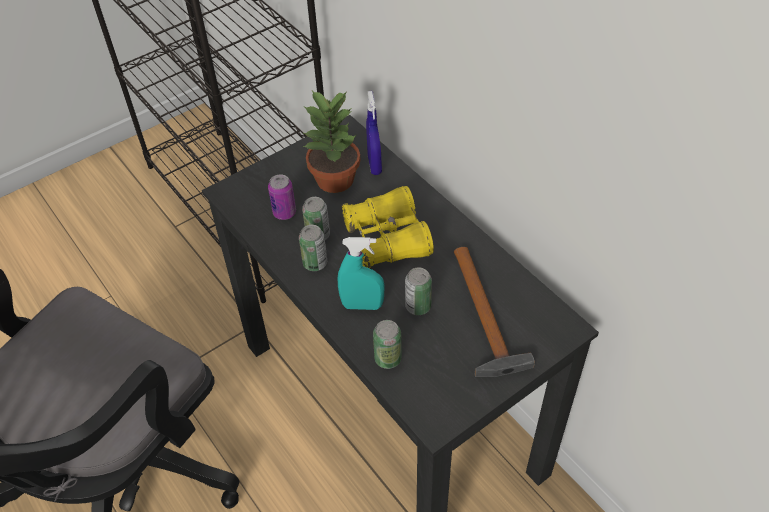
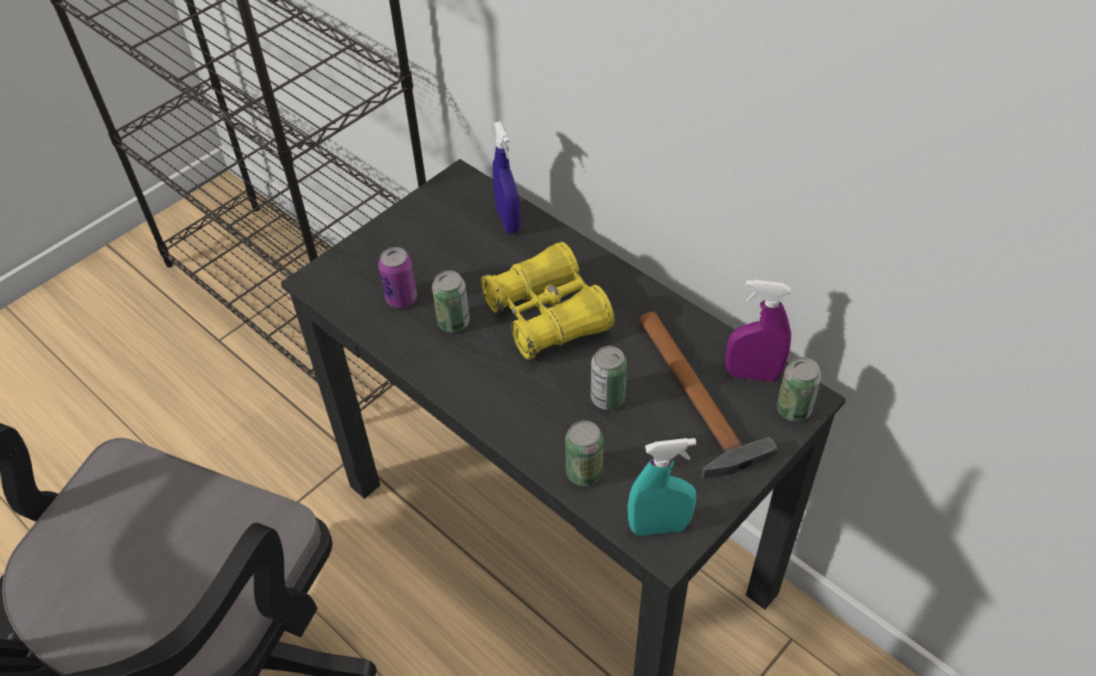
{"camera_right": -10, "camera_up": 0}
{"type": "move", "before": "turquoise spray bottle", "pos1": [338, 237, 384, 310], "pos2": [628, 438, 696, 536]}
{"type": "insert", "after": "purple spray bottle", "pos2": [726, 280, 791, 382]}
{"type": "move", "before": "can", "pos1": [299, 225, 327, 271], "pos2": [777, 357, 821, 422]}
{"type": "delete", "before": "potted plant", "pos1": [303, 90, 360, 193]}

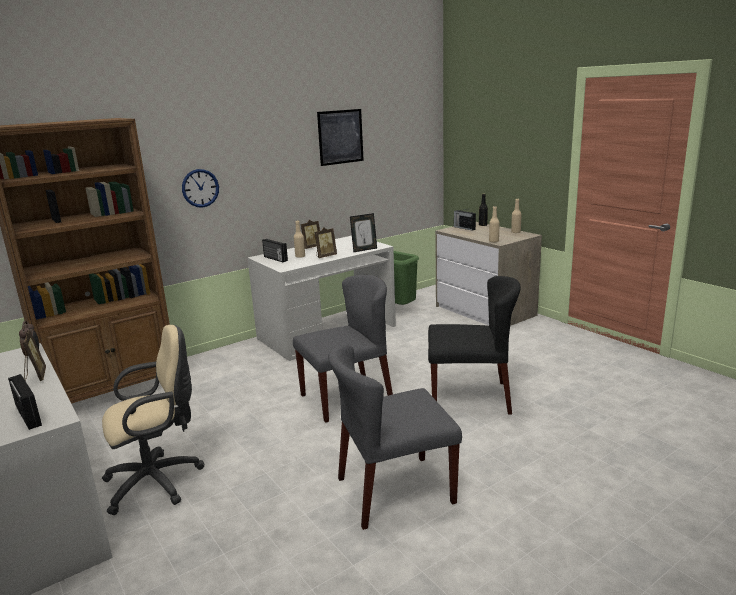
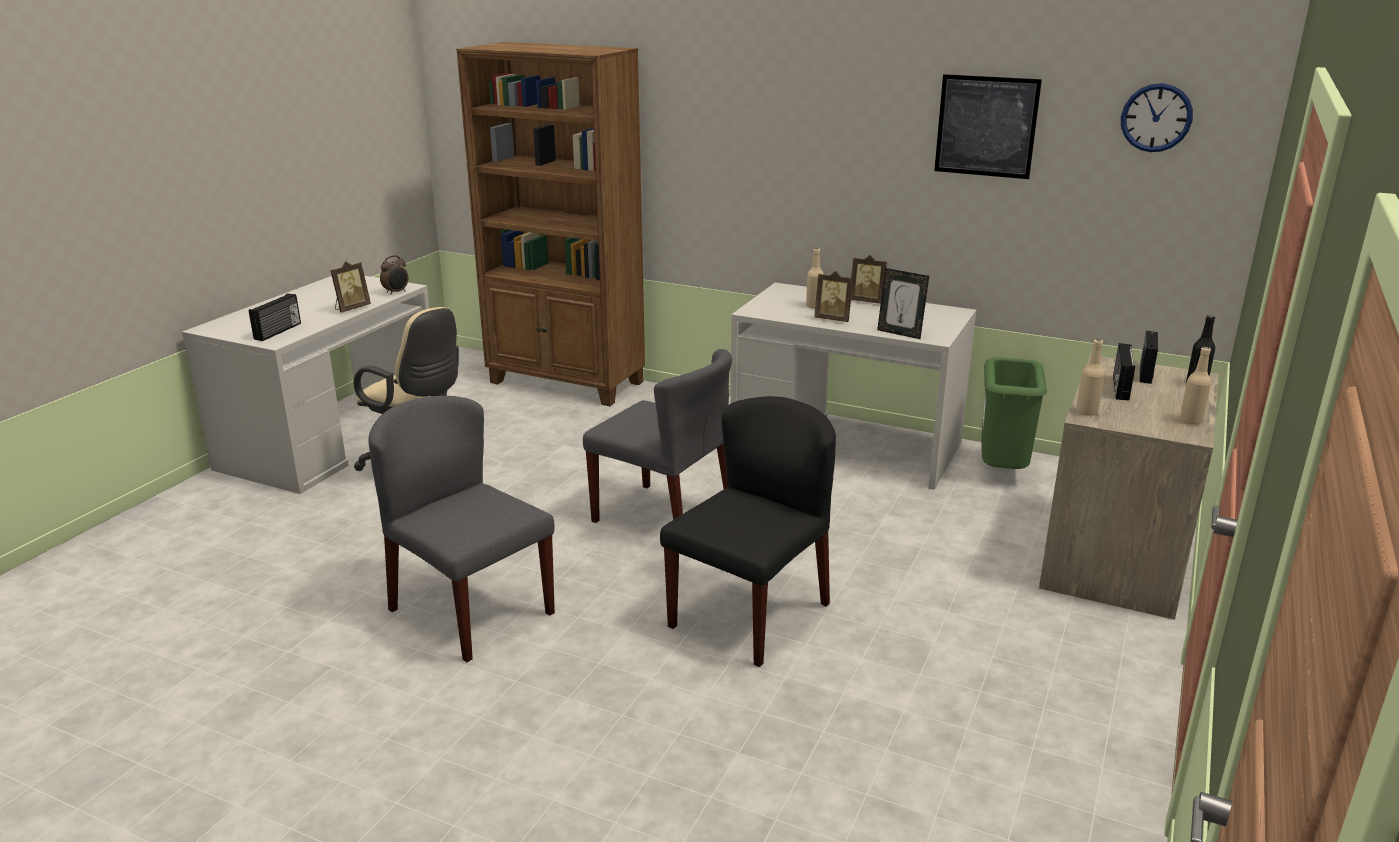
{"camera_right": 60, "camera_up": 5}
{"type": "rotate", "before": "black chair", "pos1": [428, 276, 521, 414], "pos2": [660, 396, 836, 667], "turn": -120}
{"type": "move", "before": "radio", "pos1": [262, 239, 288, 262], "pos2": [1113, 343, 1135, 401]}
{"type": "move", "before": "wall clock", "pos1": [182, 169, 219, 207], "pos2": [1121, 83, 1193, 152]}

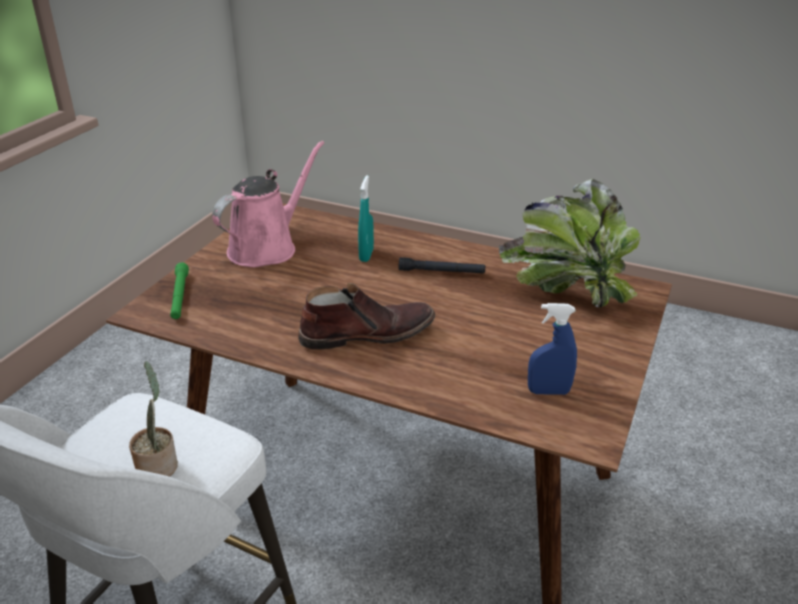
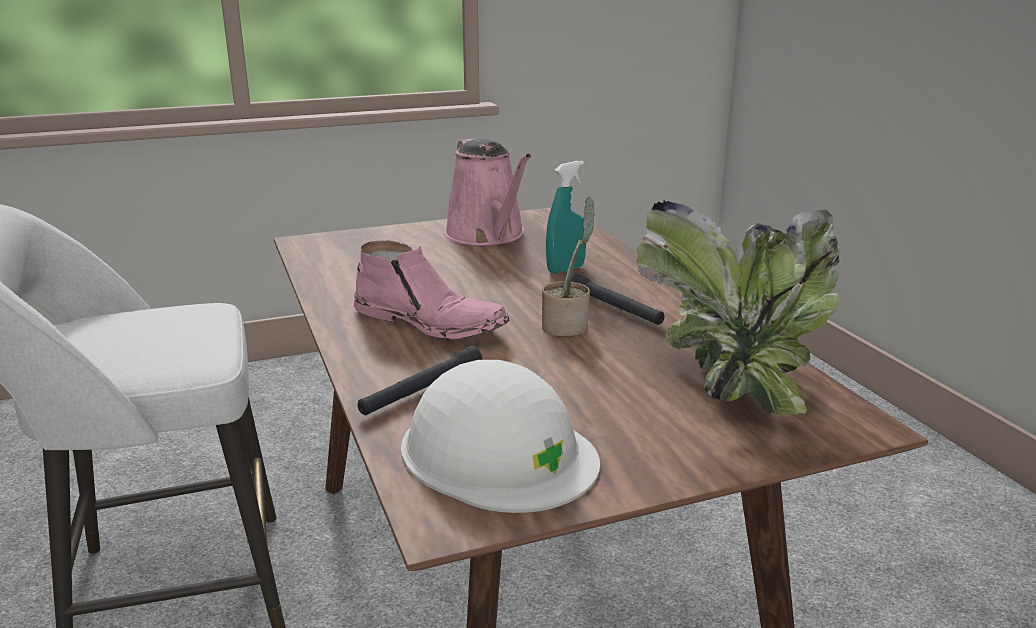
{"camera_right": 45, "camera_up": -10}
{"type": "recolor", "before": "brown boot", "after": "pink boot", "pos1": [298, 283, 435, 350], "pos2": [354, 241, 509, 339]}
{"type": "insert", "after": "black flashlight", "pos2": [358, 346, 482, 415]}
{"type": "replace", "before": "blue spray bottle", "after": "white hard hat", "pos1": [528, 303, 577, 395], "pos2": [401, 360, 600, 513]}
{"type": "rotate", "before": "pink watering can", "pos1": [212, 141, 324, 267], "pos2": [444, 138, 532, 245], "turn": 75}
{"type": "move", "before": "potted plant", "pos1": [129, 361, 178, 477], "pos2": [542, 196, 595, 337]}
{"type": "delete", "before": "green flashlight", "pos1": [170, 262, 189, 319]}

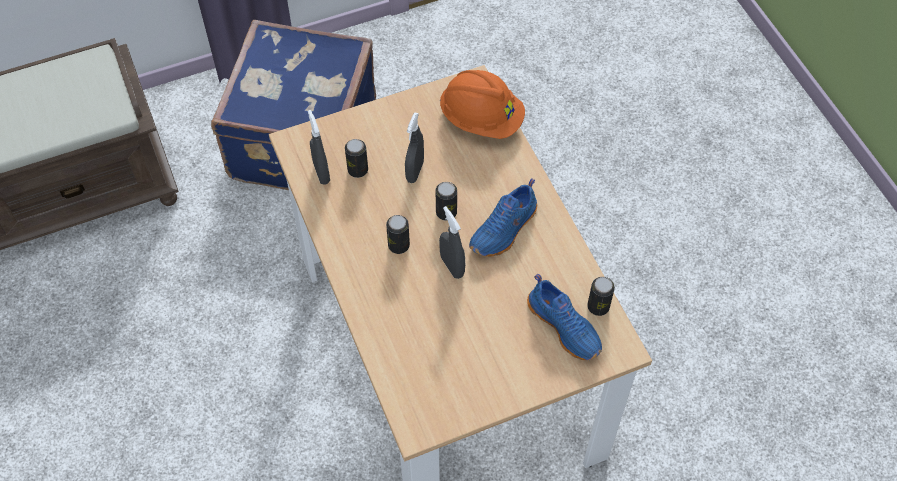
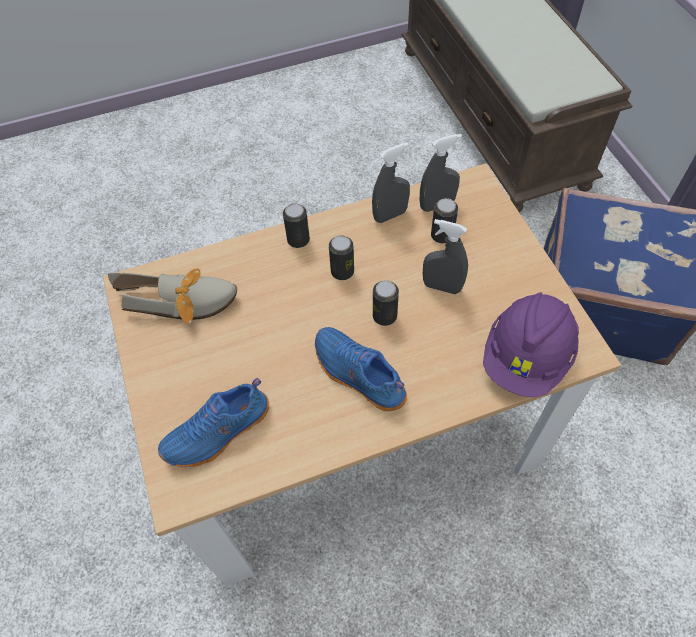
{"camera_right": 95, "camera_up": 0}
{"type": "insert", "after": "shoe", "pos2": [108, 268, 237, 325]}
{"type": "move", "before": "can", "pos1": [587, 277, 615, 316], "pos2": [283, 203, 310, 248]}
{"type": "move", "before": "grey spray bottle", "pos1": [439, 206, 465, 279], "pos2": [372, 142, 410, 223]}
{"type": "recolor", "before": "orange hard hat", "after": "purple hard hat", "pos1": [440, 70, 525, 139], "pos2": [483, 292, 579, 397]}

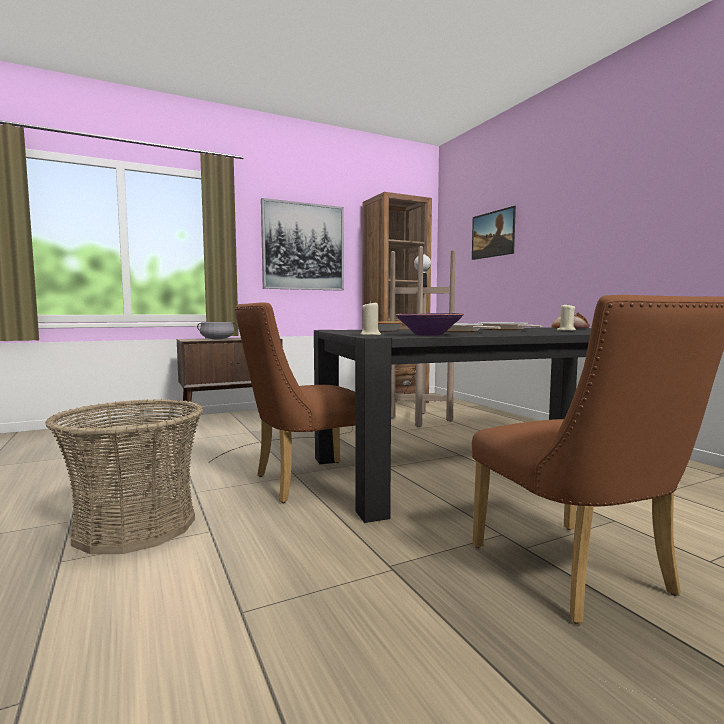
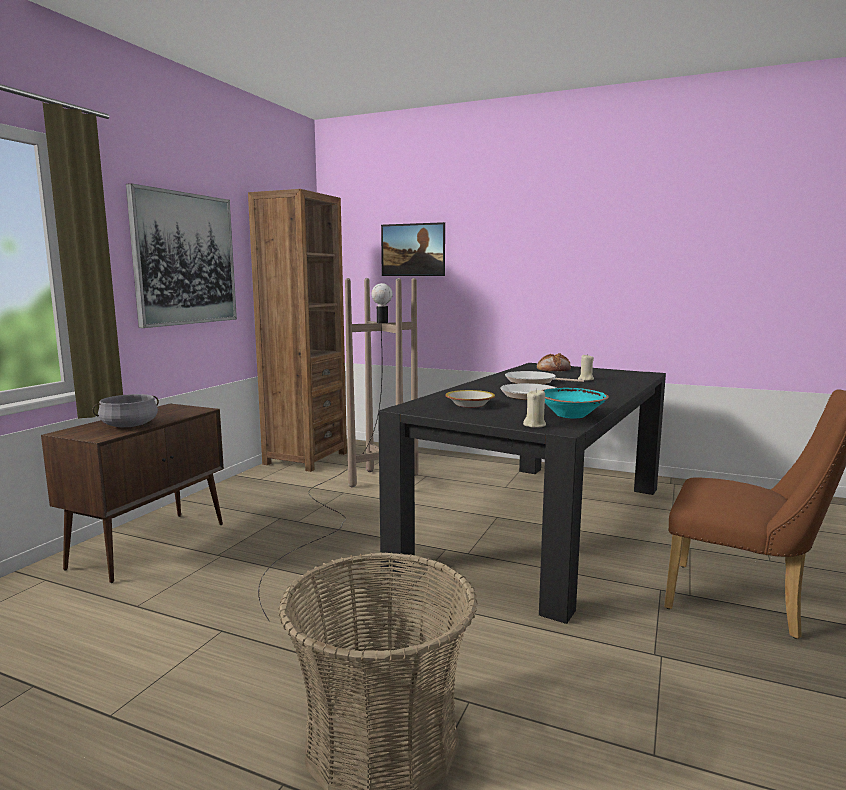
{"camera_right": -40, "camera_up": 5}
{"type": "recolor", "before": "purple bowl", "after": "turquoise bowl", "pos1": [395, 313, 464, 336], "pos2": [542, 388, 609, 419]}
{"type": "delete", "before": "brown chair", "pos1": [235, 303, 355, 503]}

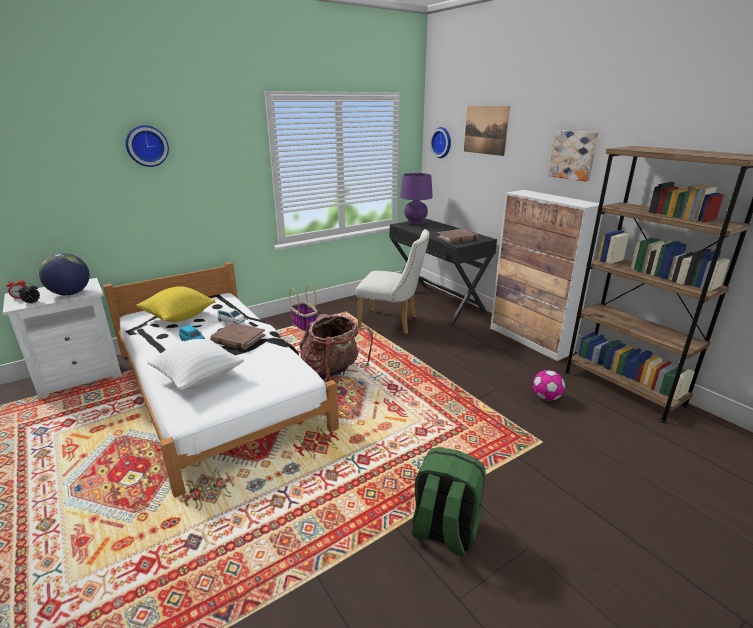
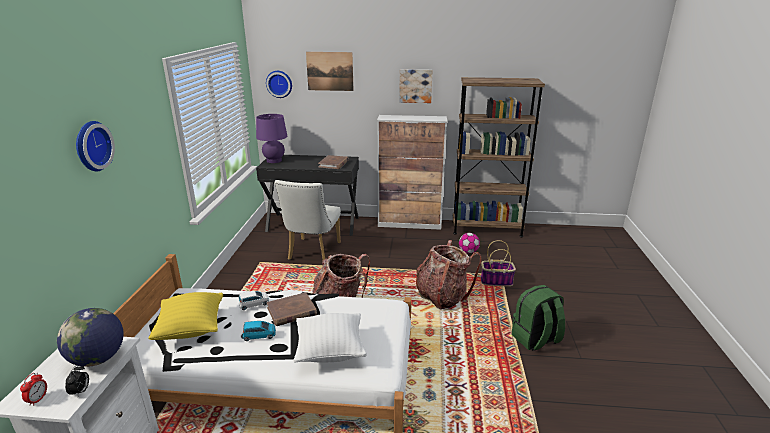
{"camera_right": -50, "camera_up": 0}
{"type": "rotate", "before": "white chair", "pos1": [356, 229, 430, 334], "pos2": [275, 180, 341, 260], "turn": 135}
{"type": "insert", "after": "backpack", "pos2": [416, 240, 481, 310]}
{"type": "move", "before": "basket", "pos1": [289, 284, 318, 332], "pos2": [481, 240, 516, 286]}

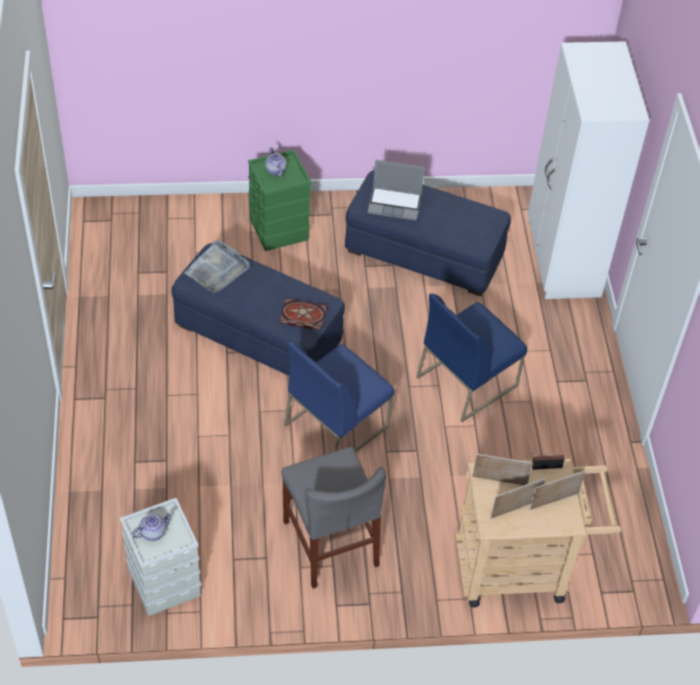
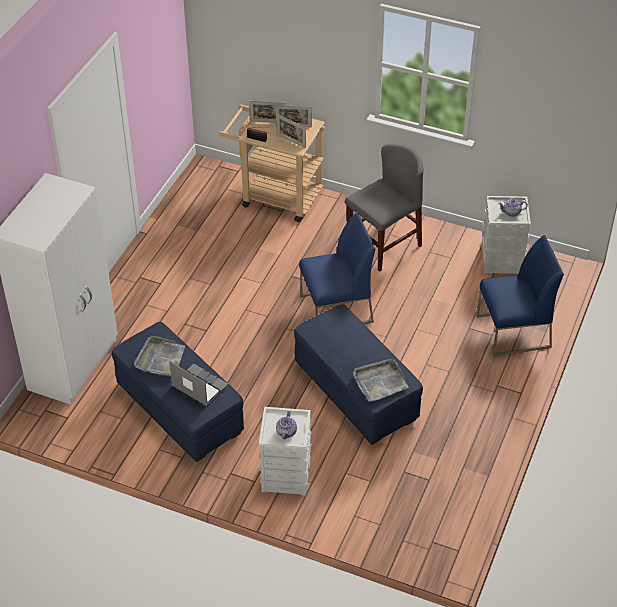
{"camera_right": -150, "camera_up": -5}
{"type": "insert", "after": "grey tray", "pos2": [134, 336, 185, 376]}
{"type": "recolor", "before": "green storage box", "after": "white storage box", "pos1": [248, 150, 311, 251], "pos2": [259, 407, 312, 496]}
{"type": "rotate", "before": "grey chair", "pos1": [281, 447, 386, 589], "pos2": [345, 143, 423, 272], "turn": 45}
{"type": "move", "before": "blue chair", "pos1": [416, 293, 527, 422], "pos2": [477, 235, 564, 357]}
{"type": "delete", "before": "book", "pos1": [279, 298, 328, 330]}

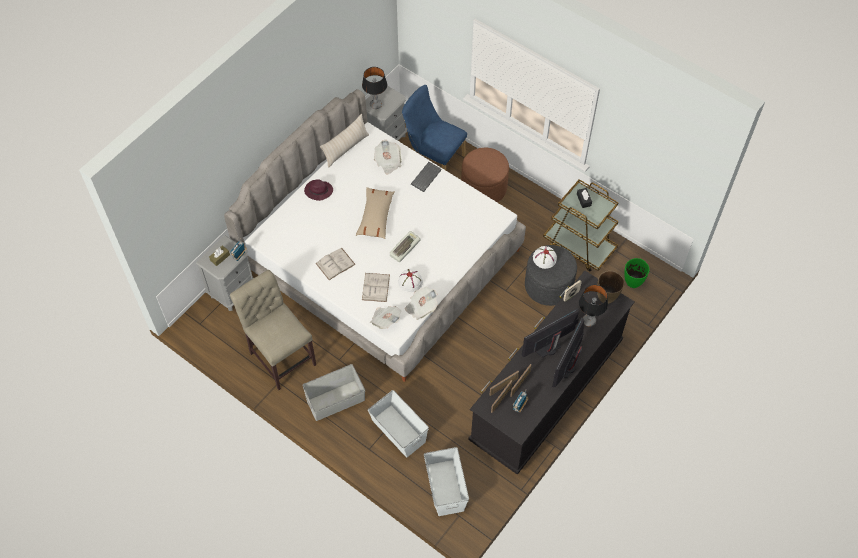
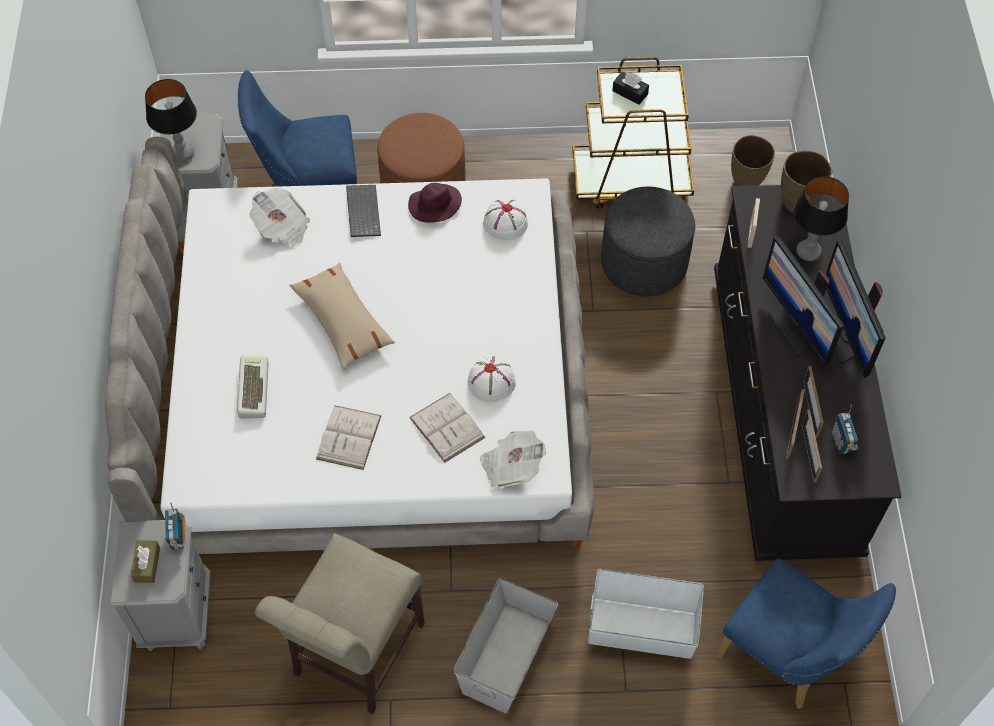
{"camera_right": -40, "camera_up": 0}
{"type": "move", "before": "keyboard", "pos1": [390, 231, 420, 262], "pos2": [237, 355, 269, 419]}
{"type": "rotate", "before": "beige chair", "pos1": [230, 270, 316, 390], "pos2": [255, 533, 425, 714], "turn": -75}
{"type": "move", "before": "purple hat", "pos1": [304, 179, 333, 201], "pos2": [408, 183, 462, 223]}
{"type": "move", "before": "white hat", "pos1": [533, 246, 557, 269], "pos2": [483, 199, 528, 240]}
{"type": "replace", "before": "white storage box", "after": "blue chair", "pos1": [424, 447, 469, 516], "pos2": [716, 559, 896, 709]}
{"type": "recolor", "before": "green vase", "after": "brown vase", "pos1": [624, 258, 649, 288], "pos2": [731, 135, 775, 186]}
{"type": "rotate", "before": "monitor", "pos1": [522, 308, 579, 357], "pos2": [763, 236, 844, 367], "turn": -45}
{"type": "delete", "before": "beige pillow", "pos1": [320, 114, 369, 168]}
{"type": "delete", "before": "newspaper", "pos1": [405, 286, 438, 320]}

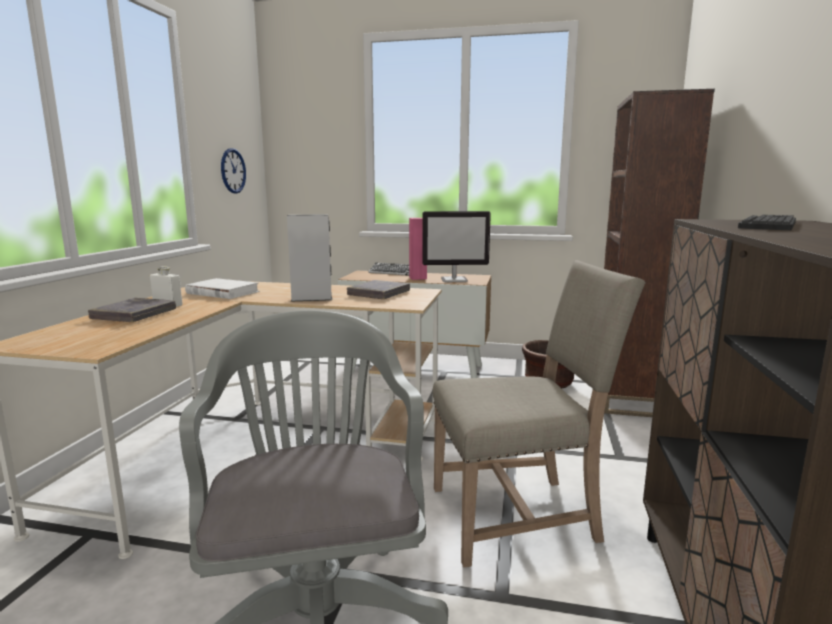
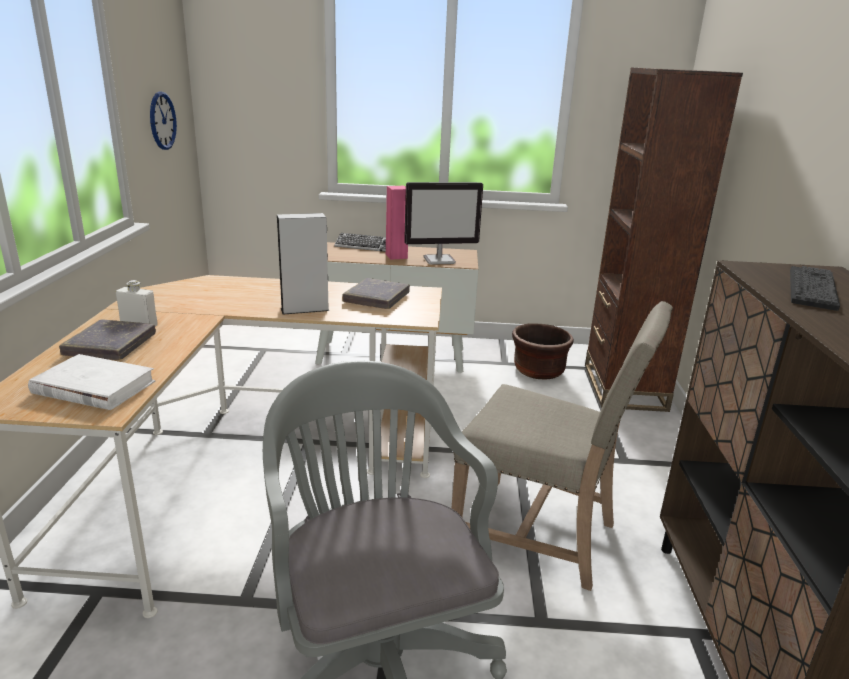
{"camera_right": -10, "camera_up": 10}
{"type": "move", "before": "white book", "pos1": [185, 278, 260, 299], "pos2": [28, 354, 155, 410]}
{"type": "rotate", "before": "beige chair", "pos1": [432, 260, 646, 567], "pos2": [452, 301, 673, 591], "turn": 45}

